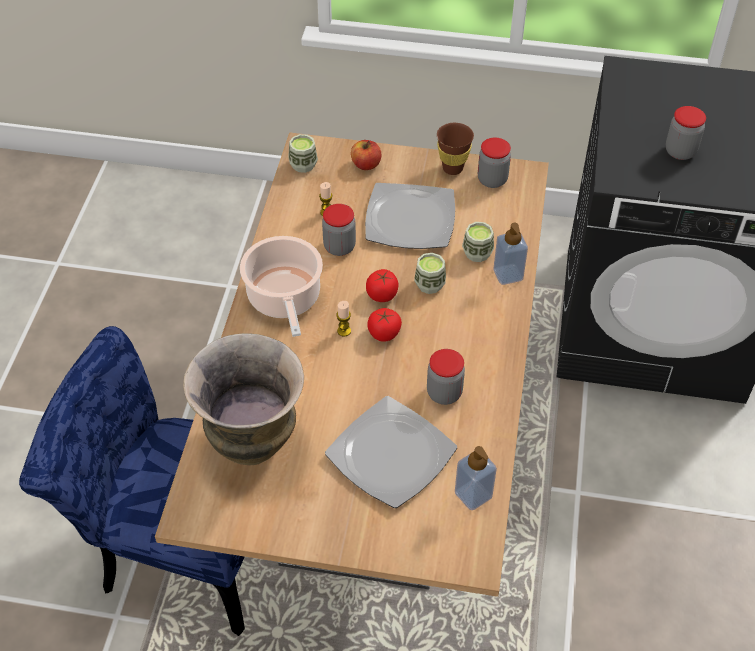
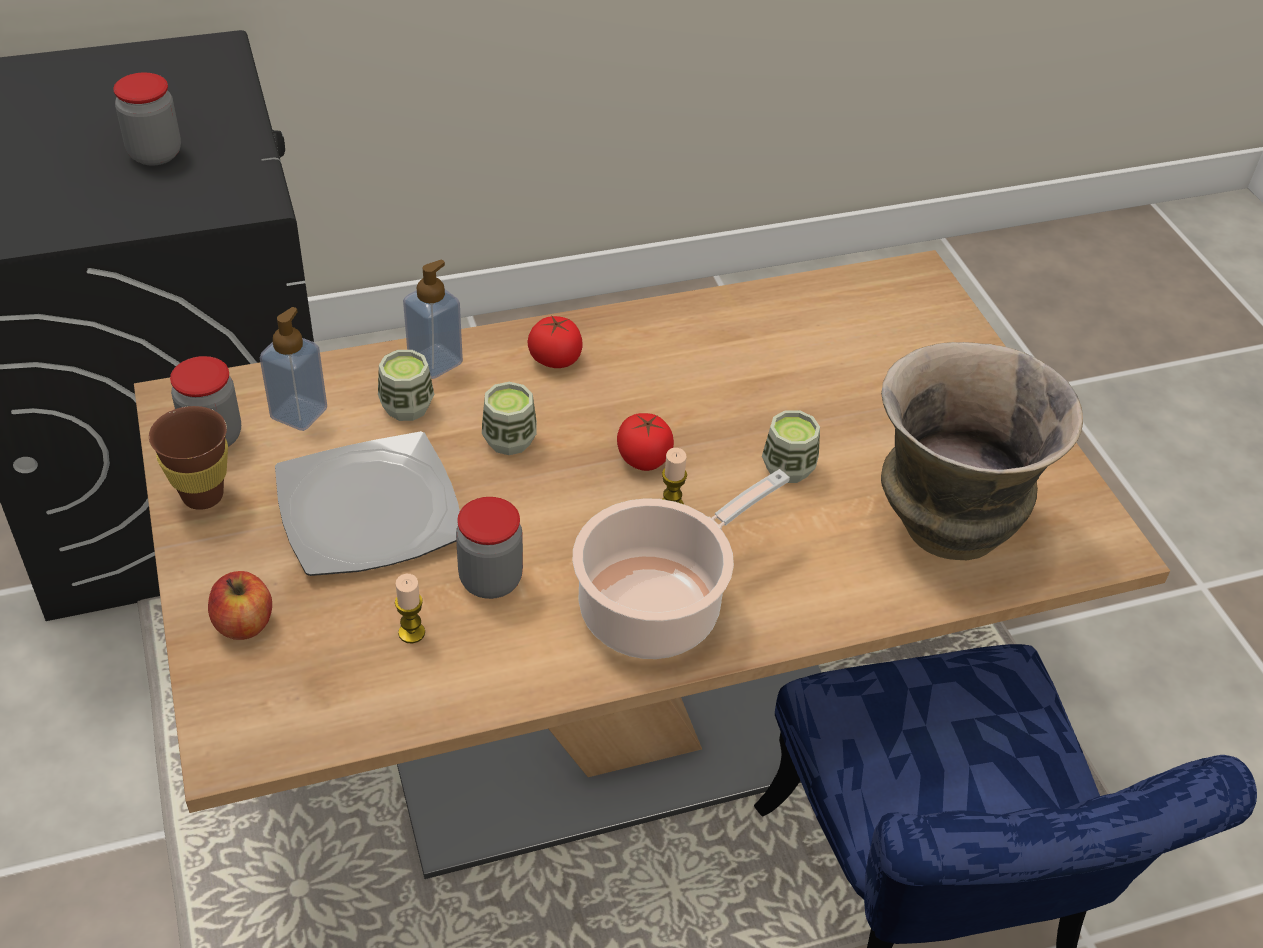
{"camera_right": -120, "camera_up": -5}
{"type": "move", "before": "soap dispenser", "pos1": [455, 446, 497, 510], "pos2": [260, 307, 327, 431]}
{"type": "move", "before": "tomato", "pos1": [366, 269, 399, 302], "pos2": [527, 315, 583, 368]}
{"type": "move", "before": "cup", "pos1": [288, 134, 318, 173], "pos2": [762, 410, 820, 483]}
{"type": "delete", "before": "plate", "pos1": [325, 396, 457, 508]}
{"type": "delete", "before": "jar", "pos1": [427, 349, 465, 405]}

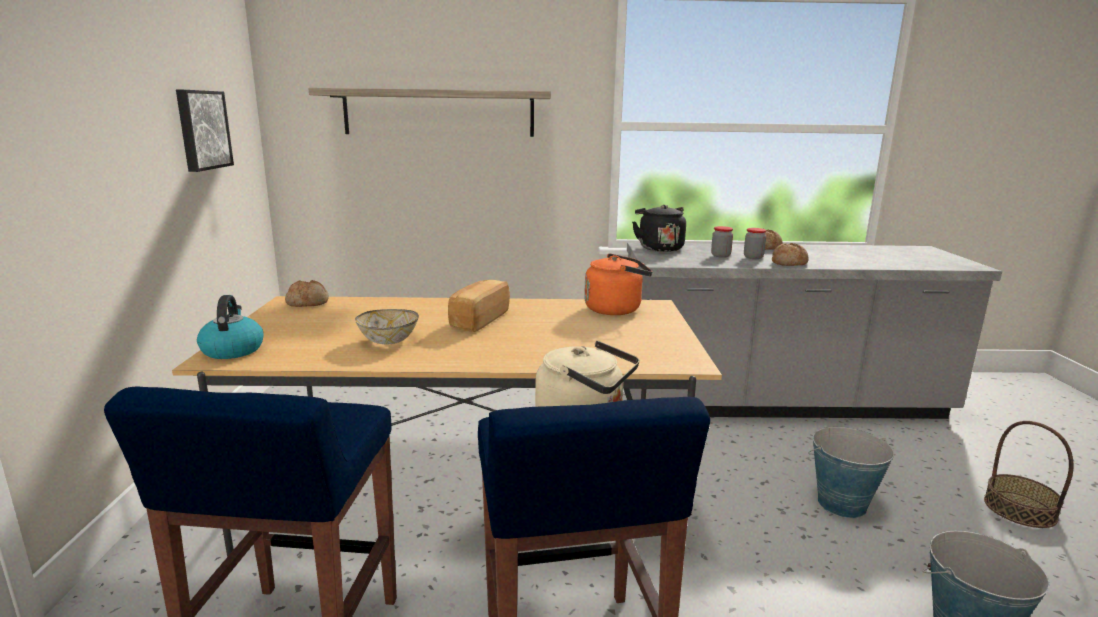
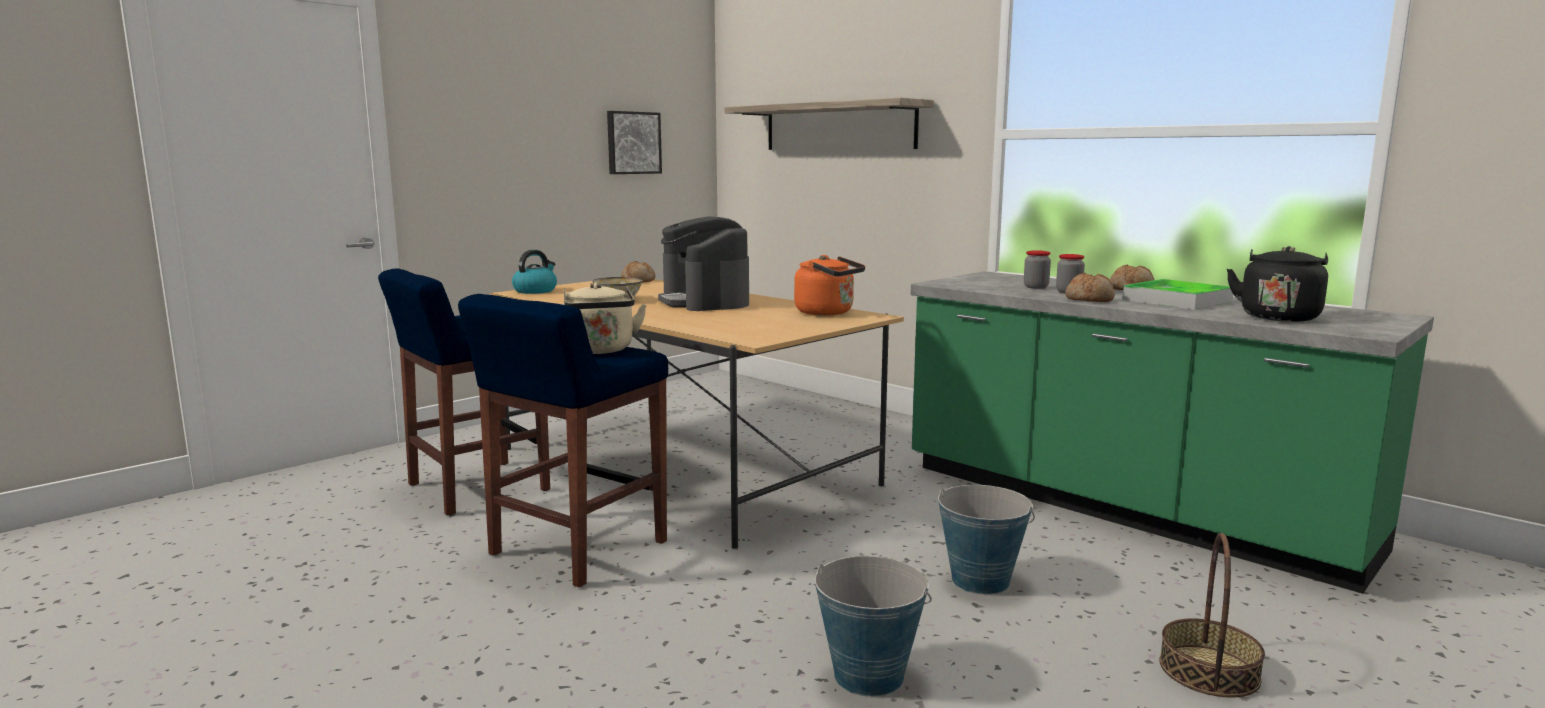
{"camera_right": 45, "camera_up": -5}
{"type": "replace", "before": "bread", "after": "coffee machine", "pos1": [448, 280, 510, 332], "pos2": [658, 216, 749, 311]}
{"type": "recolor", "before": "grey counter", "after": "green counter", "pos1": [624, 243, 1002, 419], "pos2": [911, 271, 1434, 594]}
{"type": "insert", "after": "tray", "pos2": [1123, 279, 1233, 310]}
{"type": "move", "before": "black kettle", "pos1": [632, 205, 686, 252], "pos2": [1227, 246, 1328, 322]}

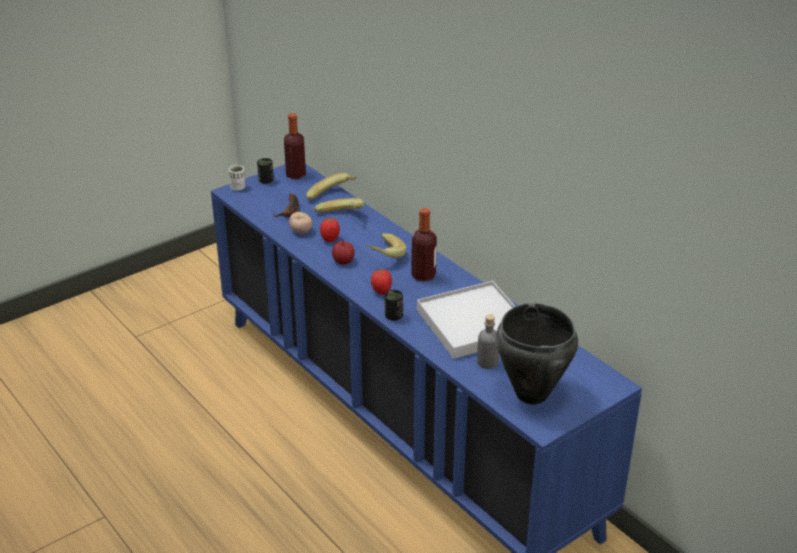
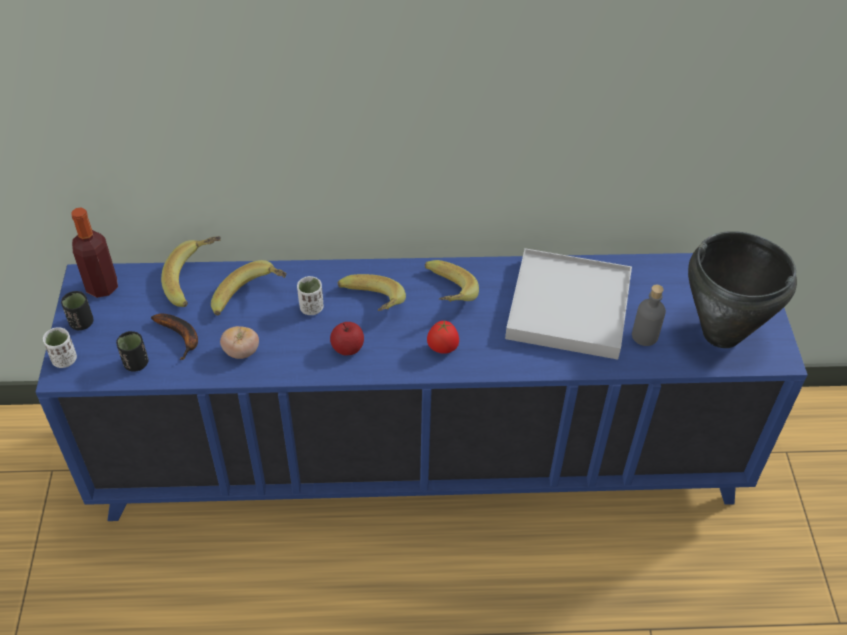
{"camera_right": -55, "camera_up": 15}
{"type": "move", "before": "black cup", "pos1": [384, 290, 403, 321], "pos2": [116, 331, 149, 372]}
{"type": "insert", "after": "white cup", "pos2": [297, 276, 324, 315]}
{"type": "replace", "before": "bottle", "after": "banana", "pos1": [411, 208, 437, 282], "pos2": [425, 260, 479, 302]}
{"type": "delete", "before": "tomato", "pos1": [320, 218, 340, 242]}

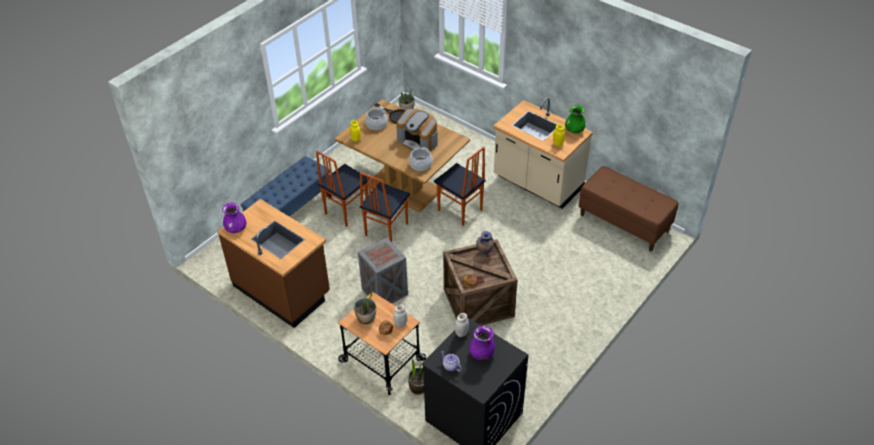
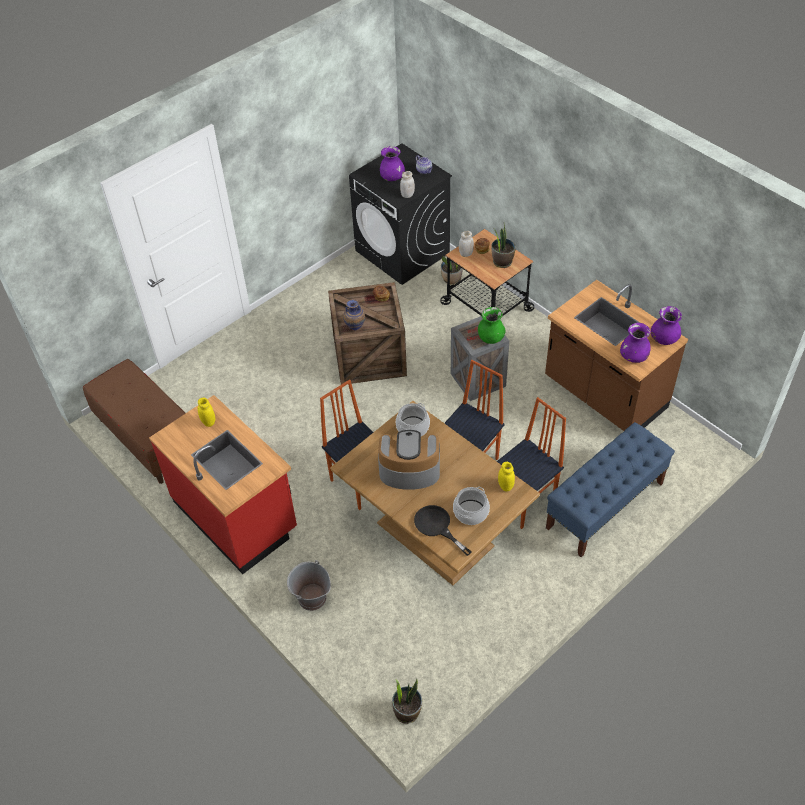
{"camera_right": -170, "camera_up": 5}
{"type": "recolor", "before": "beige counter", "after": "red counter", "pos1": [493, 98, 593, 209], "pos2": [149, 395, 297, 574]}
{"type": "insert", "after": "grey bucket", "pos2": [287, 560, 331, 611]}
{"type": "rotate", "before": "coffee machine", "pos1": [396, 109, 438, 151], "pos2": [378, 430, 440, 490], "turn": -45}
{"type": "move", "before": "green vase", "pos1": [565, 105, 586, 133], "pos2": [478, 307, 506, 344]}
{"type": "insert", "after": "purple vase", "pos2": [620, 323, 651, 363]}

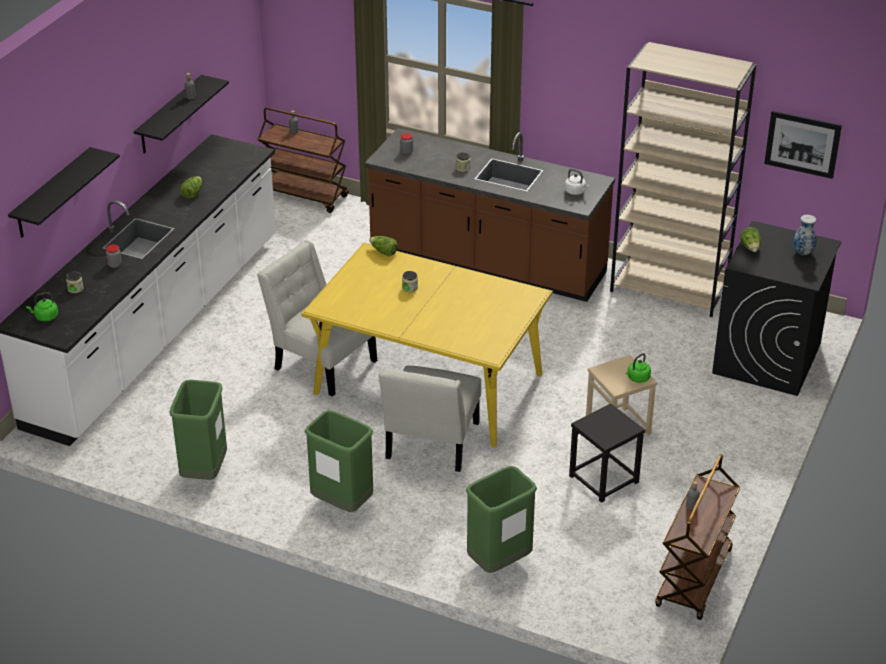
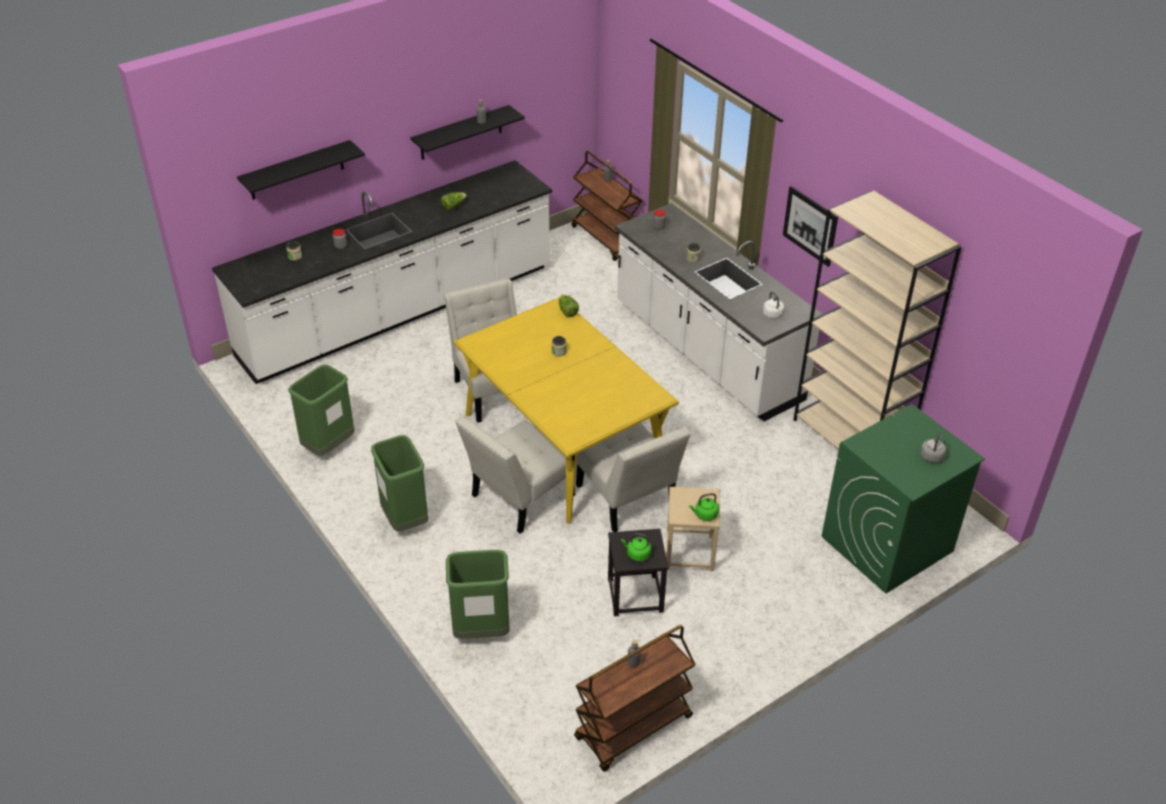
{"camera_right": 30, "camera_up": 5}
{"type": "insert", "after": "white chair", "pos2": [576, 423, 691, 532]}
{"type": "recolor", "before": "brown counter", "after": "white counter", "pos1": [365, 128, 615, 302], "pos2": [615, 203, 822, 422]}
{"type": "move", "before": "green kettle", "pos1": [26, 292, 58, 322], "pos2": [621, 533, 651, 562]}
{"type": "move", "before": "picture", "pos1": [764, 111, 842, 179], "pos2": [783, 186, 838, 267]}
{"type": "recolor", "before": "black washing machine", "after": "green washing machine", "pos1": [712, 221, 842, 396], "pos2": [822, 404, 985, 594]}
{"type": "replace", "before": "vase", "after": "grey kettle", "pos1": [793, 215, 817, 255], "pos2": [921, 432, 946, 462]}
{"type": "delete", "before": "lettuce", "pos1": [740, 227, 761, 252]}

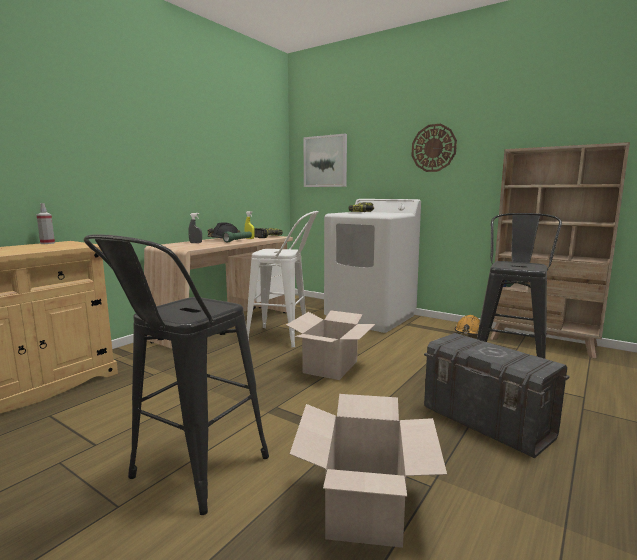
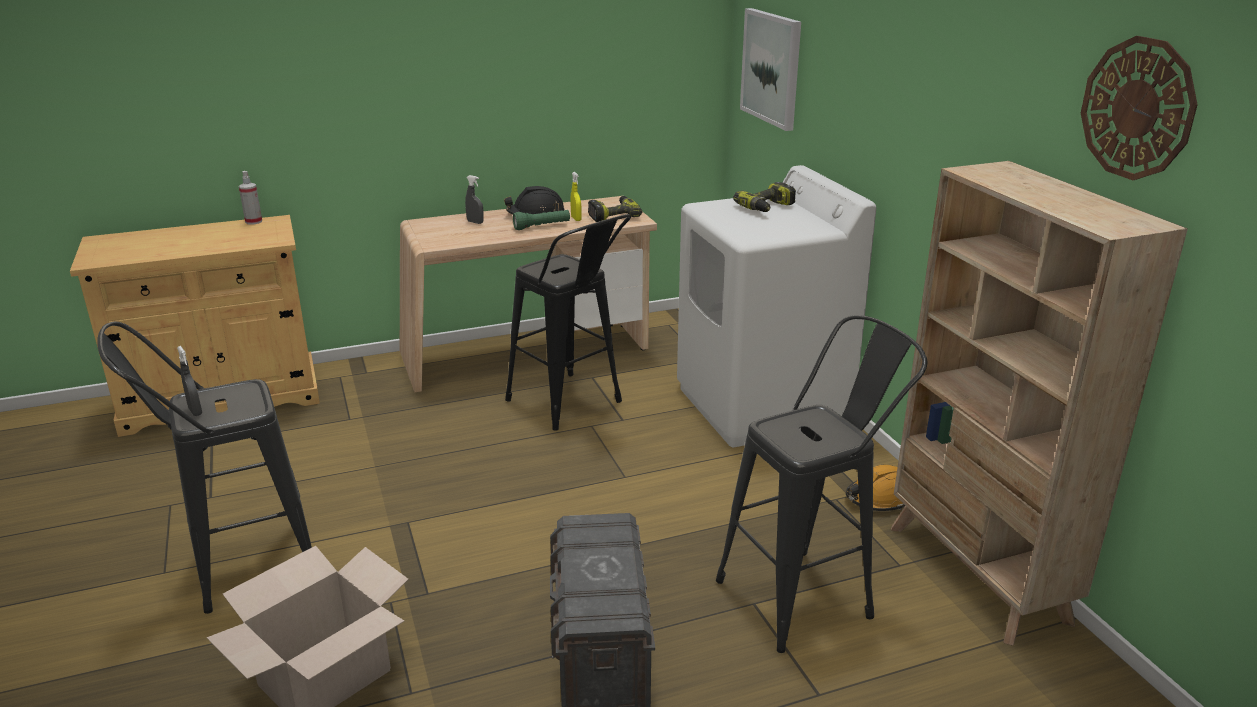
{"camera_right": 35, "camera_up": 15}
{"type": "insert", "after": "grey spray bottle", "pos2": [177, 346, 202, 416]}
{"type": "recolor", "before": "white stool", "after": "black stool", "pos1": [246, 211, 319, 347], "pos2": [505, 214, 631, 431]}
{"type": "move", "before": "wall clock", "pos1": [411, 124, 457, 172], "pos2": [1081, 36, 1198, 180]}
{"type": "delete", "before": "cardboard box", "pos1": [286, 310, 375, 380]}

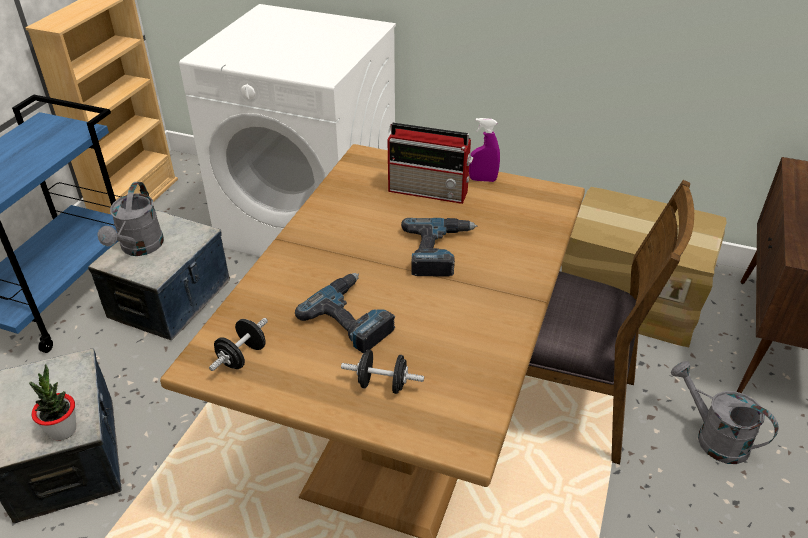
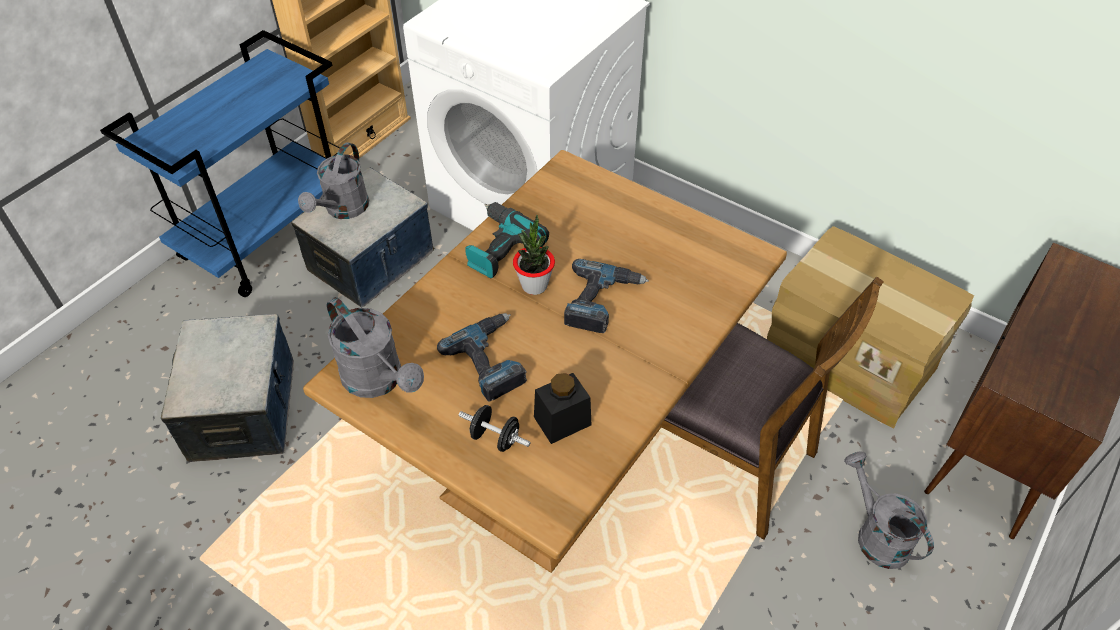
{"camera_right": 15, "camera_up": 10}
{"type": "replace", "before": "black dumbbell", "after": "grey watering can", "pos1": [209, 318, 268, 371], "pos2": [326, 297, 424, 398]}
{"type": "insert", "after": "power drill", "pos2": [465, 202, 549, 278]}
{"type": "move", "before": "potted plant", "pos1": [29, 364, 76, 441], "pos2": [513, 215, 555, 295]}
{"type": "insert", "after": "black jar", "pos2": [534, 373, 592, 444]}
{"type": "delete", "before": "radio", "pos1": [387, 123, 473, 204]}
{"type": "delete", "before": "purple spray bottle", "pos1": [469, 118, 500, 182]}

